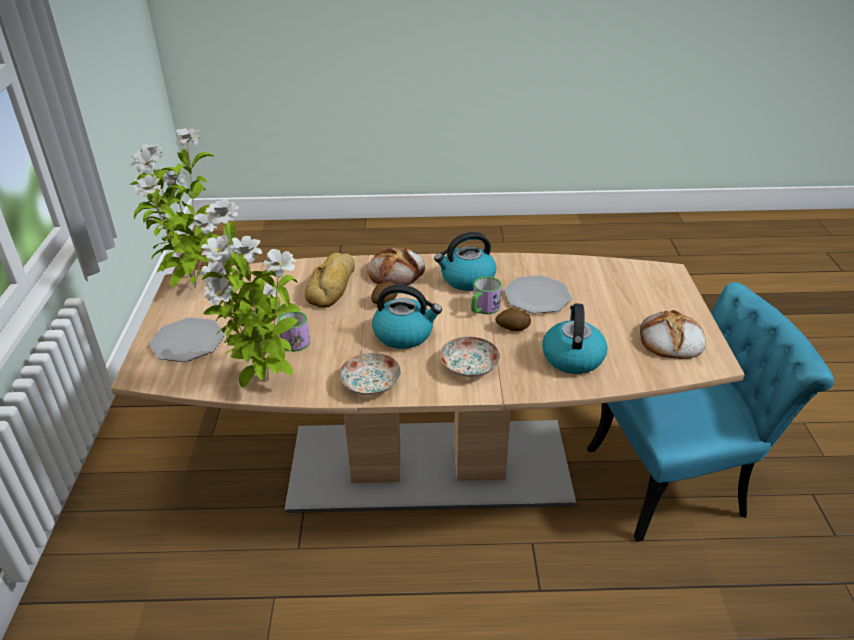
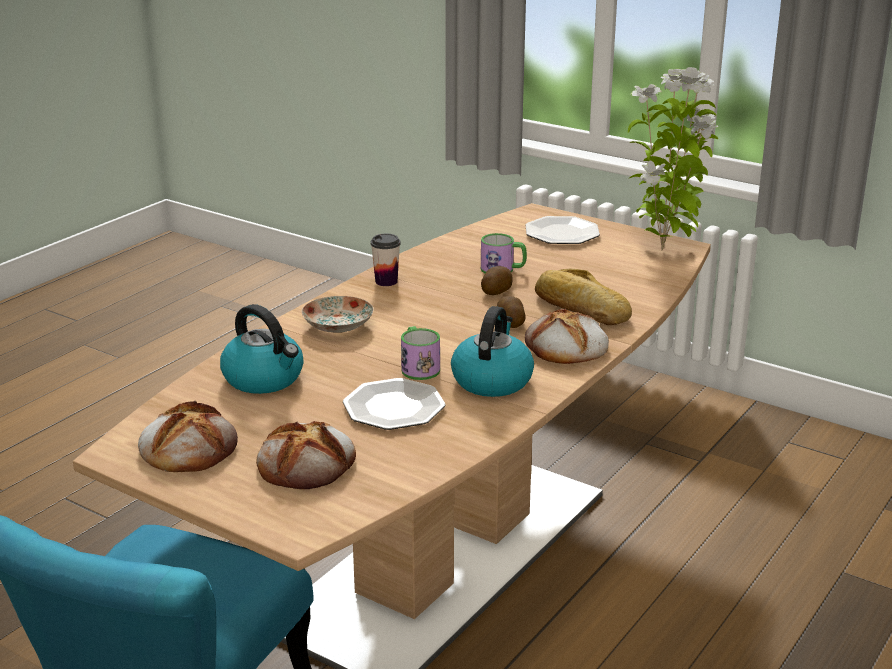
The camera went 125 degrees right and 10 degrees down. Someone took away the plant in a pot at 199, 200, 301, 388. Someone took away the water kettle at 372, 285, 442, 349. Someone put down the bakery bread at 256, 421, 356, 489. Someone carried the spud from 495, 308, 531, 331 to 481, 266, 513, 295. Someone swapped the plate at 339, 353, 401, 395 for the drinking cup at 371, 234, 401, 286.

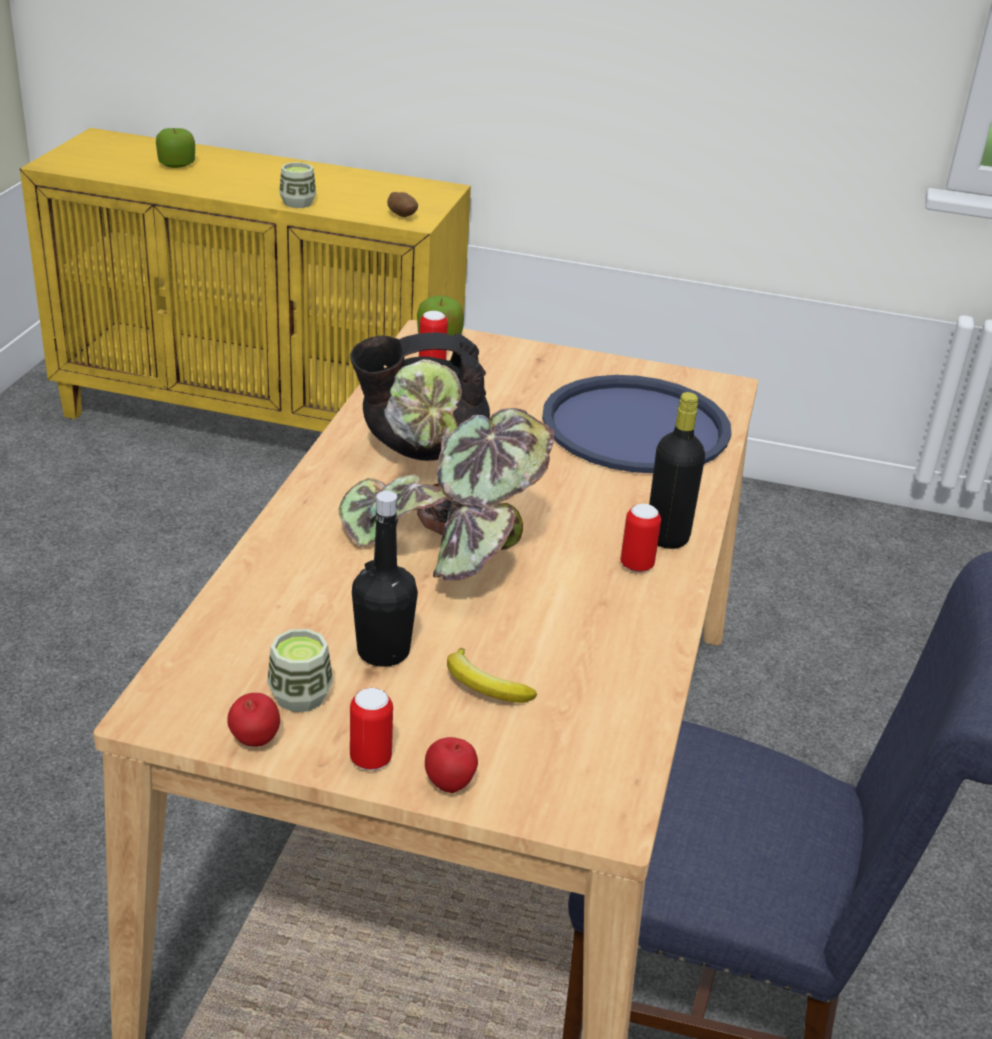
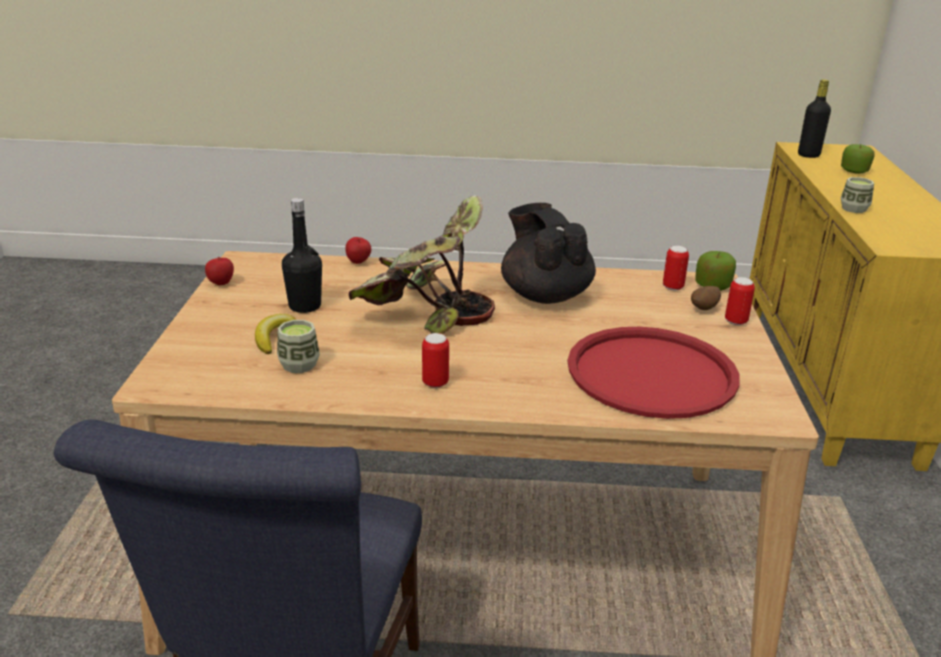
The camera went 80 degrees right and 5 degrees down. Someone carried the drinking cup from 267, 629, 333, 712 to 277, 320, 320, 373. Someone carried the metal can from 350, 688, 393, 771 to 725, 277, 755, 325. Someone carried the spud from 387, 192, 418, 217 to 691, 286, 721, 310. Someone carried the whole apple from 425, 737, 478, 793 to 345, 237, 371, 264. Someone carried the black drink bottle from 649, 392, 705, 549 to 798, 79, 831, 158. Someone repainted the blue-coloured serving tray at 542, 375, 732, 473, which became the red-coloured serving tray at 567, 327, 740, 419.

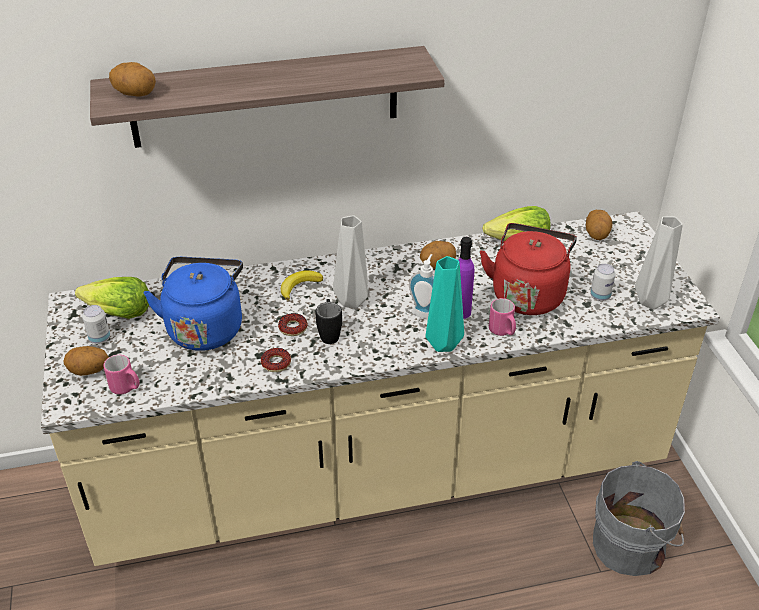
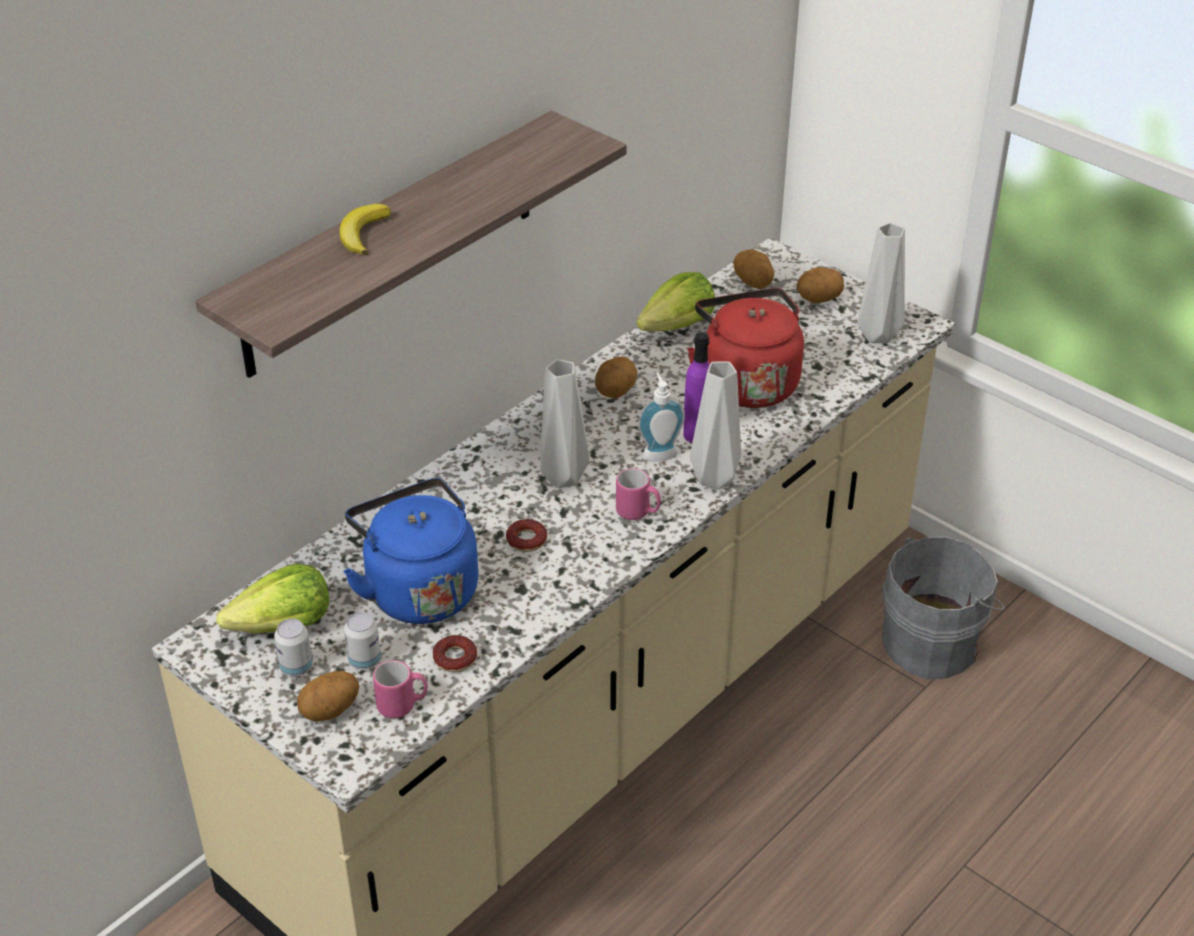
The camera went 35 degrees left and 0 degrees up. Someone took away the black mug at 315, 299, 342, 344. Someone carried the spud from 109, 62, 156, 97 to 796, 267, 844, 303. Someone carried the donut from 261, 348, 291, 372 to 433, 635, 477, 672. Someone carried the banana from 281, 270, 323, 300 to 339, 204, 391, 255. Someone carried the pinkish mug from 489, 298, 516, 336 to 616, 468, 661, 520. Someone carried the metal can from 590, 264, 616, 301 to 344, 612, 381, 670. Someone repainted the turquoise-coloured flower vase at 426, 256, 464, 352, which became the gray flower vase at 690, 361, 741, 490.

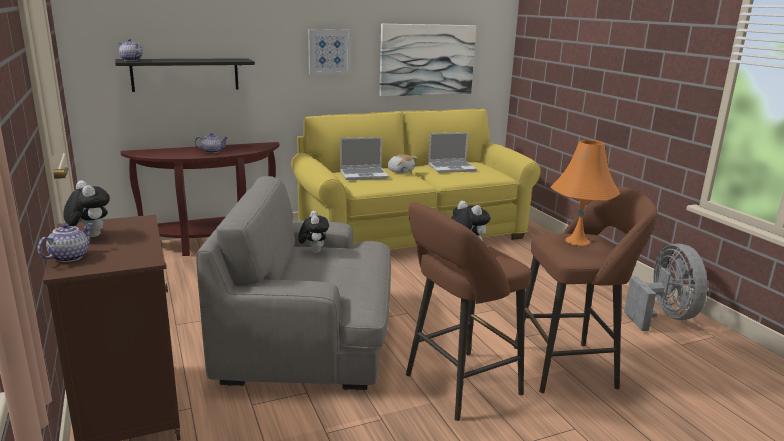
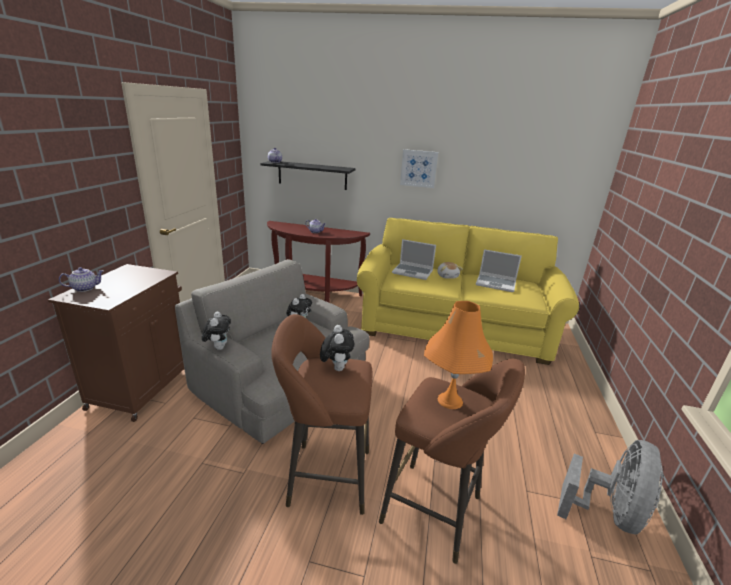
The camera went 35 degrees right and 5 degrees up. Someone took away the picture at 379, 24, 476, 96. Someone carried the soft toy from 63, 180, 110, 237 to 202, 311, 231, 350.

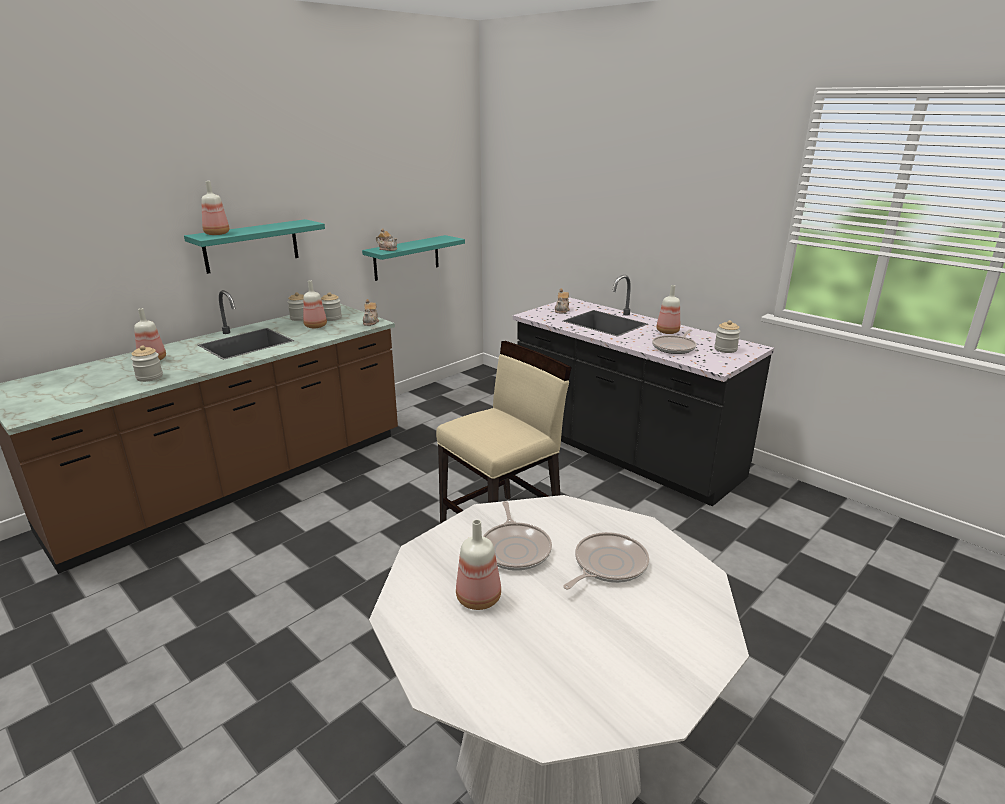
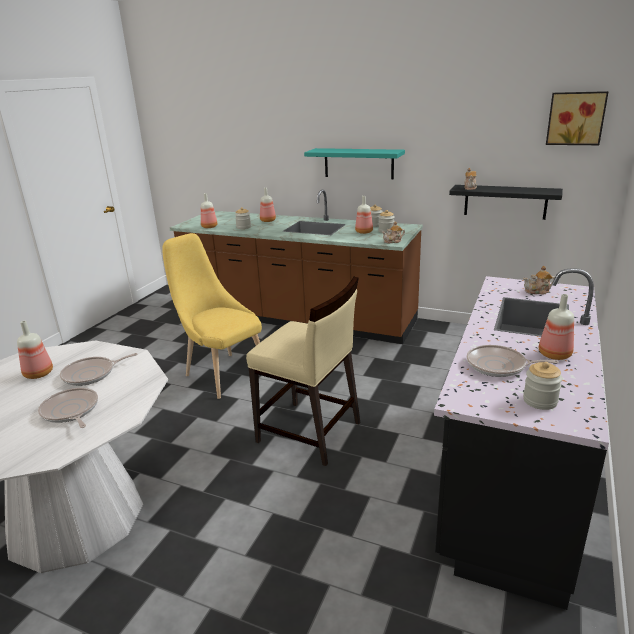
The camera went 70 degrees right and 0 degrees up. Someone put down the yellow-coloured plain chair at 162, 233, 262, 399. Someone put up the picture at 546, 91, 609, 145. Someone carried the drink bottle from 201, 181, 229, 235 to 201, 193, 217, 228. Someone repainted the turquoise-coloured wall shelf at 362, 235, 465, 281, which became the black wall shelf at 449, 185, 563, 220. Someone rotated the pan at 563, 532, 649, 590 by 150 degrees counterclockwise.

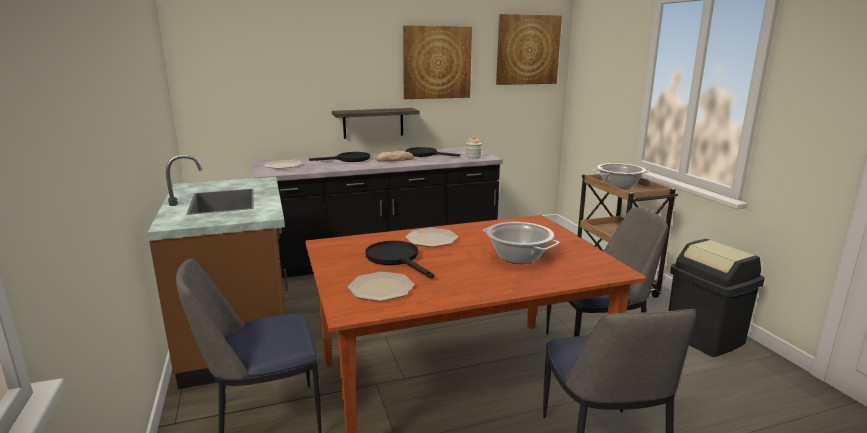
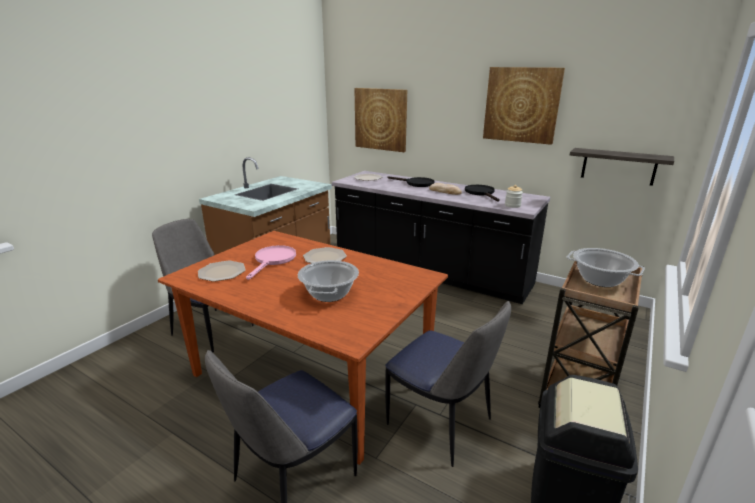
The camera went 50 degrees right and 5 degrees up. Someone carried the wall shelf from 332, 108, 419, 139 to 570, 148, 674, 186. Someone carried the picture from 496, 14, 562, 85 to 354, 88, 407, 152. Someone repainted the black pan at 365, 241, 435, 278, which became the pinkish pan at 246, 245, 296, 280.

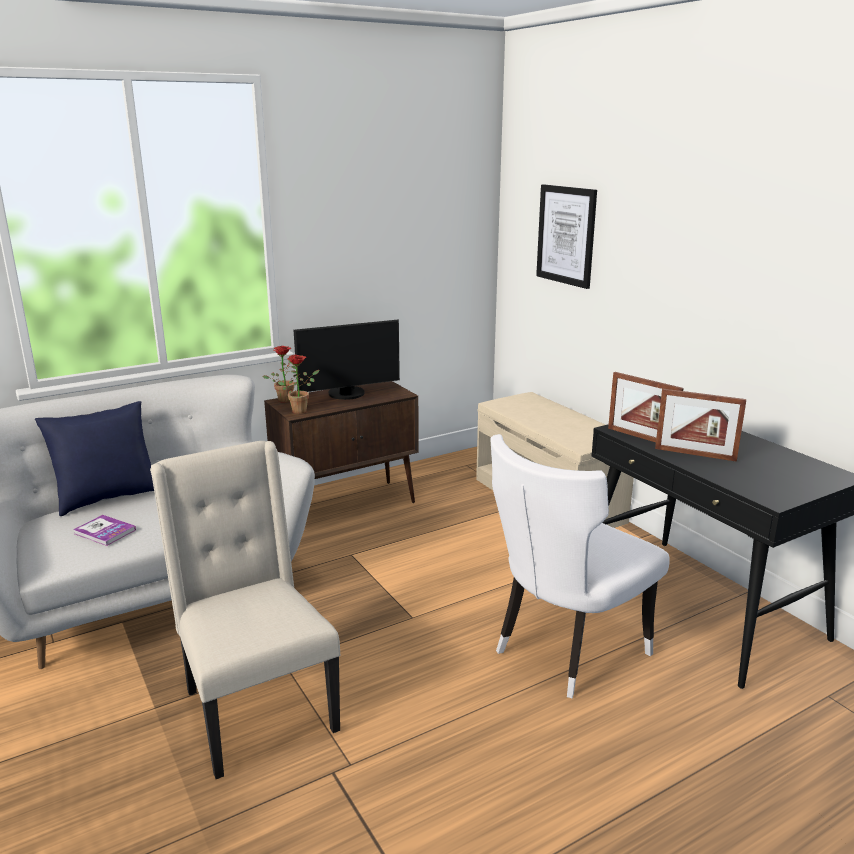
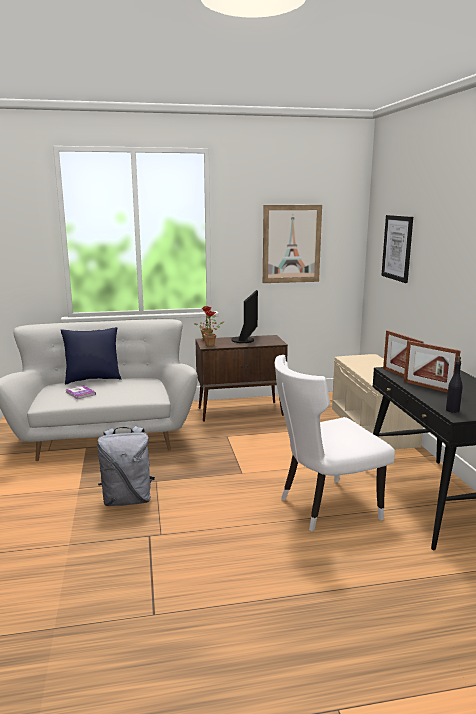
The camera went 20 degrees right and 5 degrees down. Someone put up the picture at 263, 205, 322, 283. Someone put down the black drink bottle at 446, 356, 463, 413. Someone swapped the sand-coloured plain chair at 150, 441, 340, 779 for the gray rucksack at 97, 426, 155, 506. Someone rotated the computer display at 294, 319, 400, 400 by 75 degrees counterclockwise.

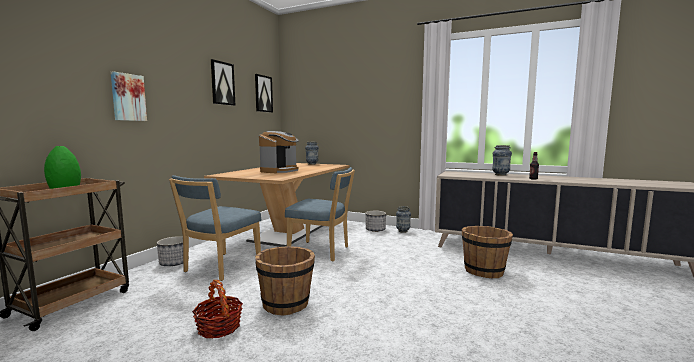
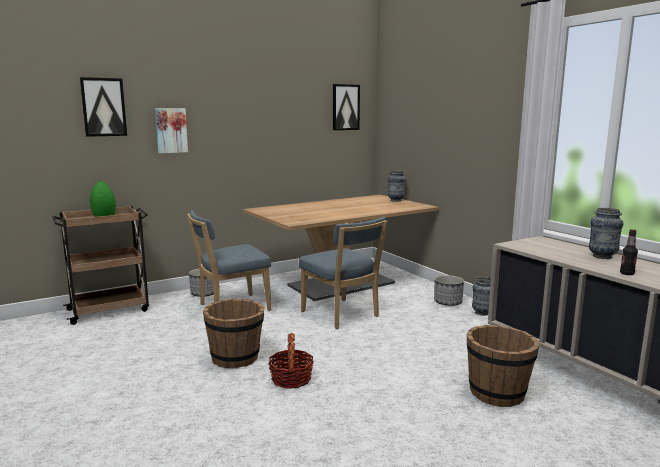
The camera went 35 degrees right and 5 degrees up. Someone took away the coffee brewer at 259, 131, 299, 173. Someone carried the household basket from 192, 280, 243, 338 to 269, 333, 314, 389. Someone carried the picture from 211, 59, 235, 106 to 80, 77, 127, 137.

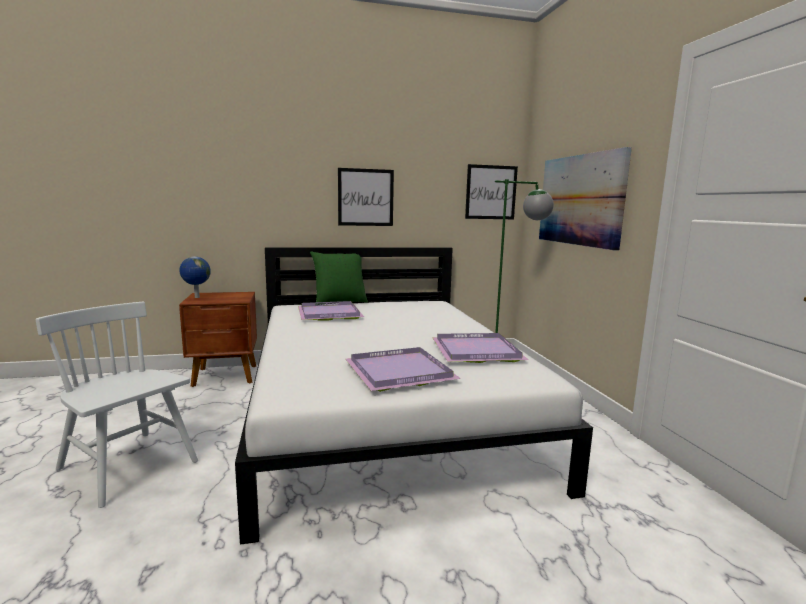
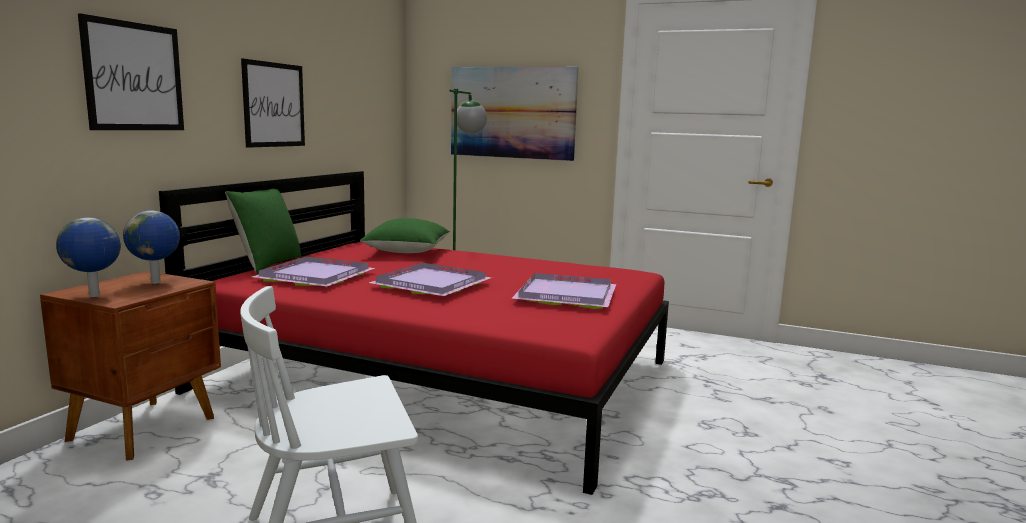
The camera went 55 degrees left and 0 degrees up. Someone put down the desk globe at 123, 210, 180, 284. Someone put down the greenish cushion at 360, 218, 450, 253. Someone carried the purple serving tray from 432, 333, 528, 363 to 369, 263, 492, 296. Someone carried the picture from 465, 164, 518, 219 to 78, 13, 184, 130. Someone repainted the white-coloured sleeping bed at 235, 248, 593, 545, which became the red-coloured sleeping bed at 159, 171, 669, 495.

